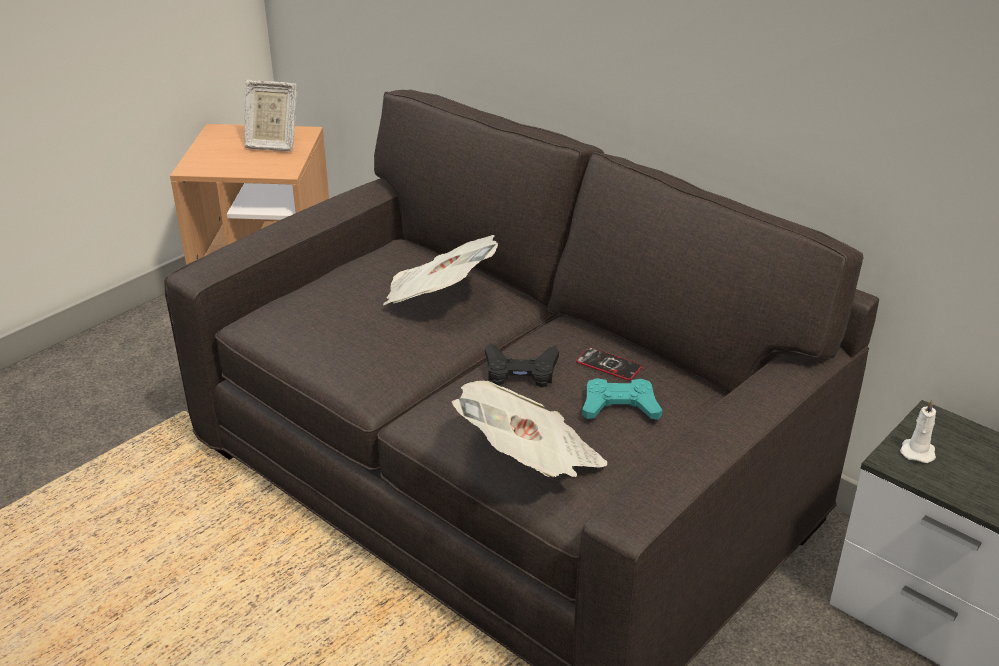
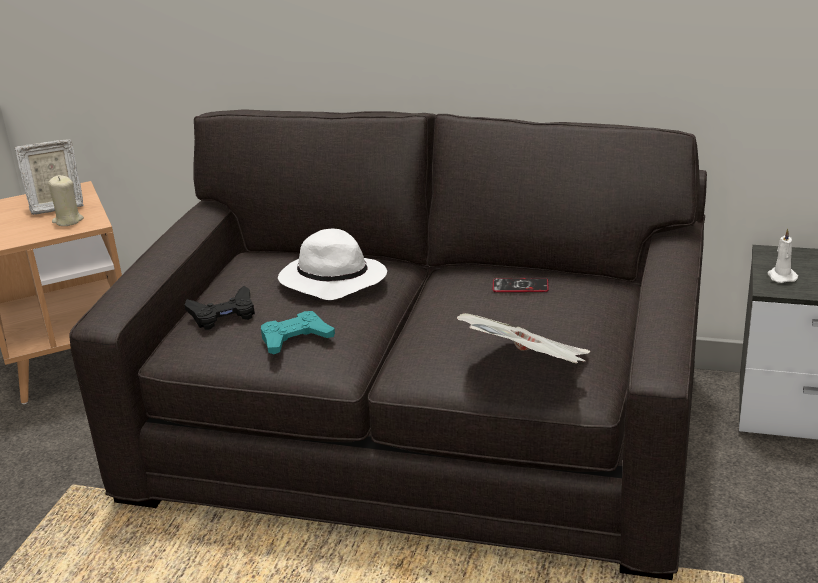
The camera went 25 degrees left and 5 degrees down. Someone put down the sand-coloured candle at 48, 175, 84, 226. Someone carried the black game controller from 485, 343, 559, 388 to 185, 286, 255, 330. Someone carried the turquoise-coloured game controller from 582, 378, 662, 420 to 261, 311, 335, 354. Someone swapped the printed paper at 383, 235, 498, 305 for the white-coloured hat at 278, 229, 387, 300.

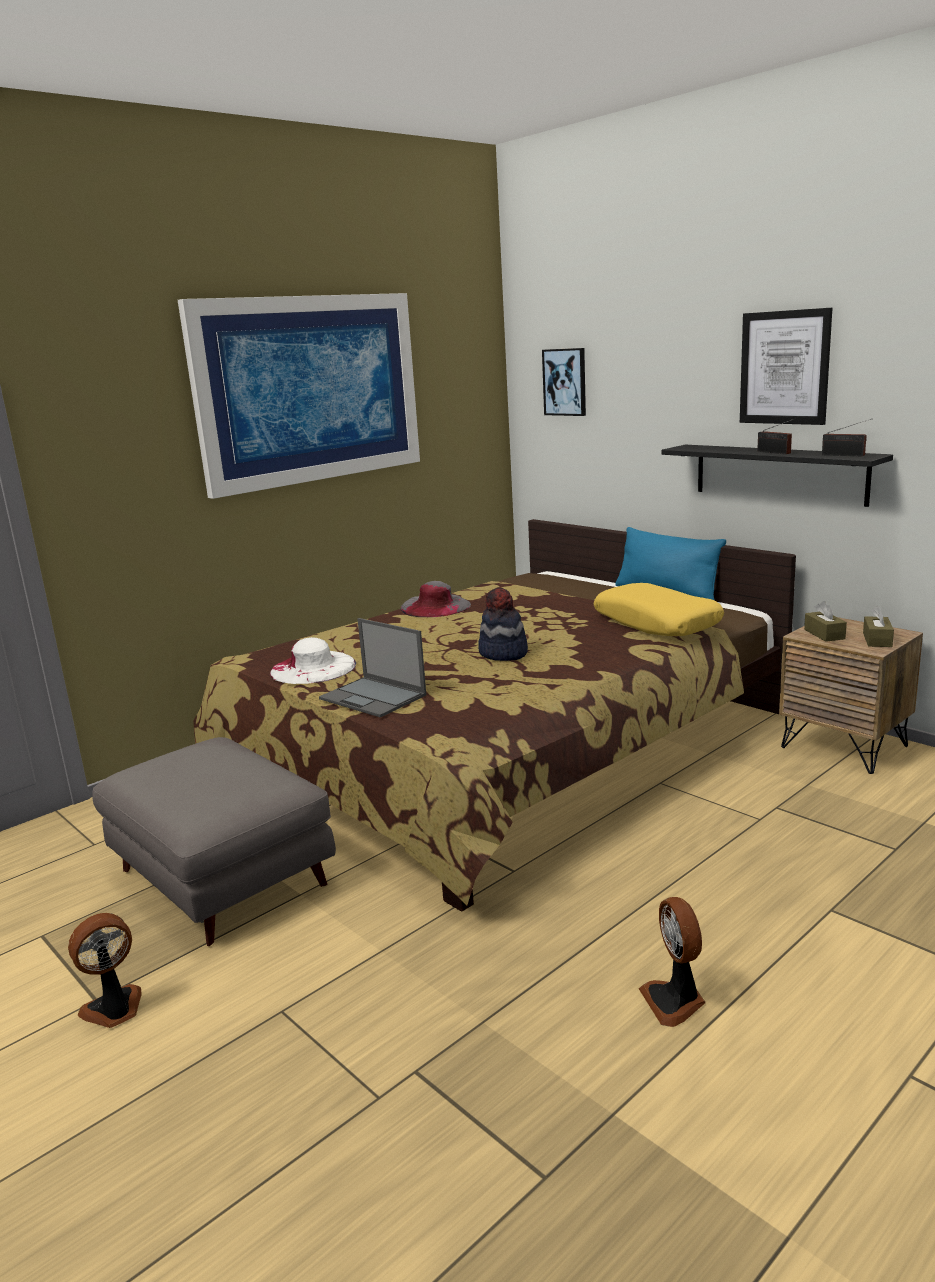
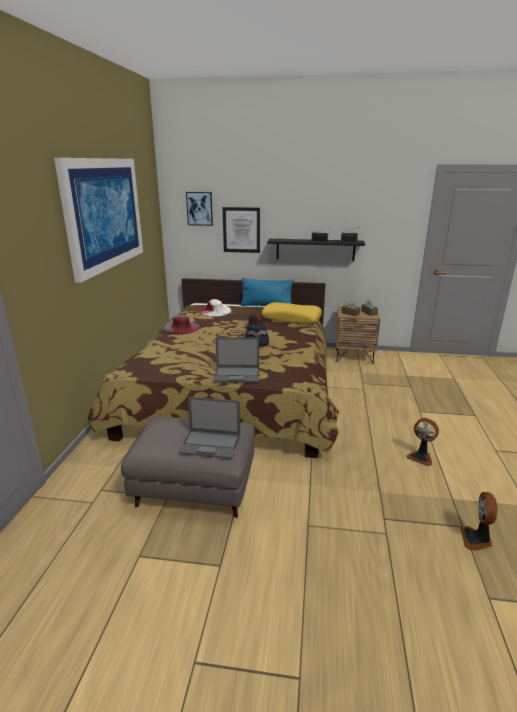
The camera went 40 degrees left and 5 degrees up. Someone put down the portable computer at 178, 397, 240, 459. Someone carried the fan from 68, 913, 142, 1028 to 460, 492, 497, 551. Someone carried the white-coloured hat from 270, 637, 356, 684 to 198, 299, 231, 316. Someone carried the picture from 740, 308, 832, 425 to 223, 207, 260, 253.

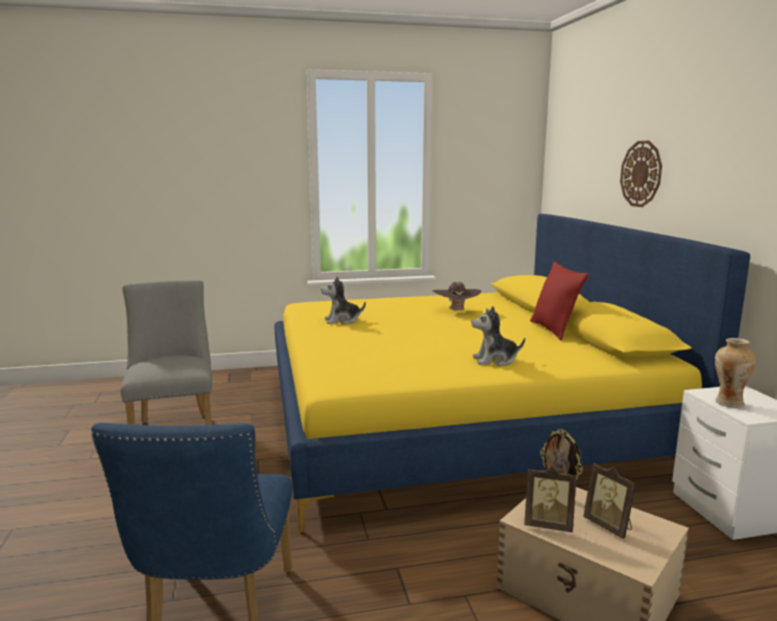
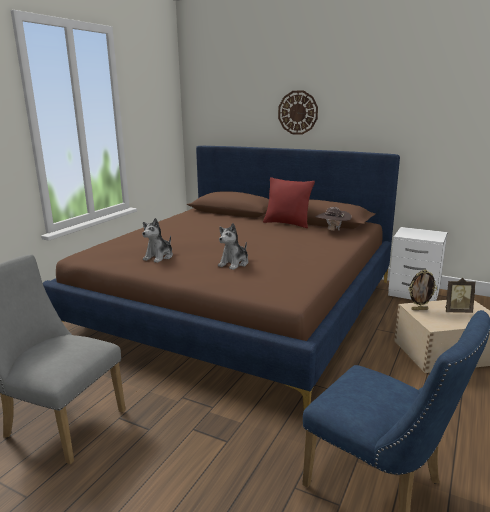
The camera went 50 degrees left and 5 degrees up. Someone took away the standing frame at 524, 466, 577, 532. Someone took away the flower vase at 715, 338, 756, 408. Someone carried the brown hat from 433, 282, 481, 312 to 316, 207, 352, 231. Someone carried the soft toy from 471, 306, 525, 366 to 218, 223, 248, 270. Someone repainted the yellow-coloured sleeping bed at 275, 214, 750, 532, which became the brown sleeping bed at 43, 146, 400, 410.

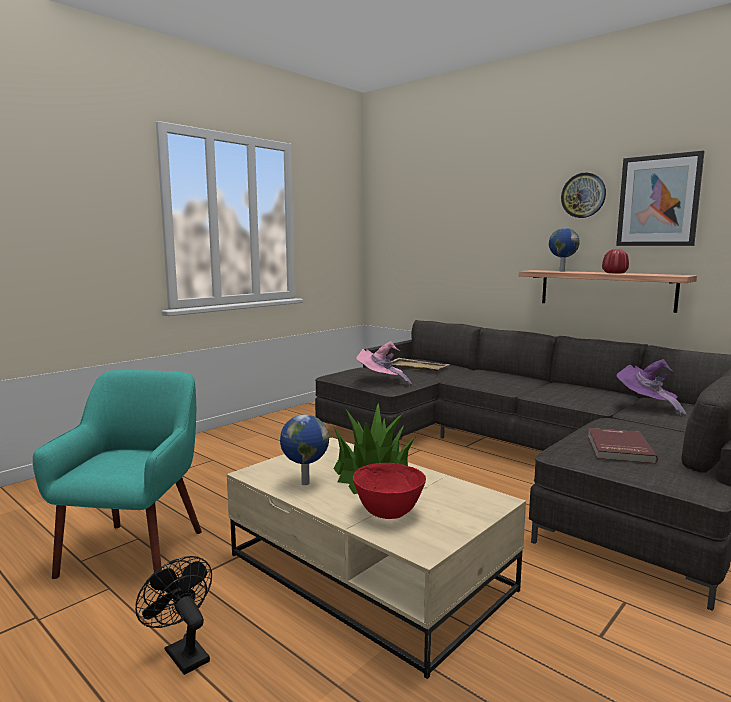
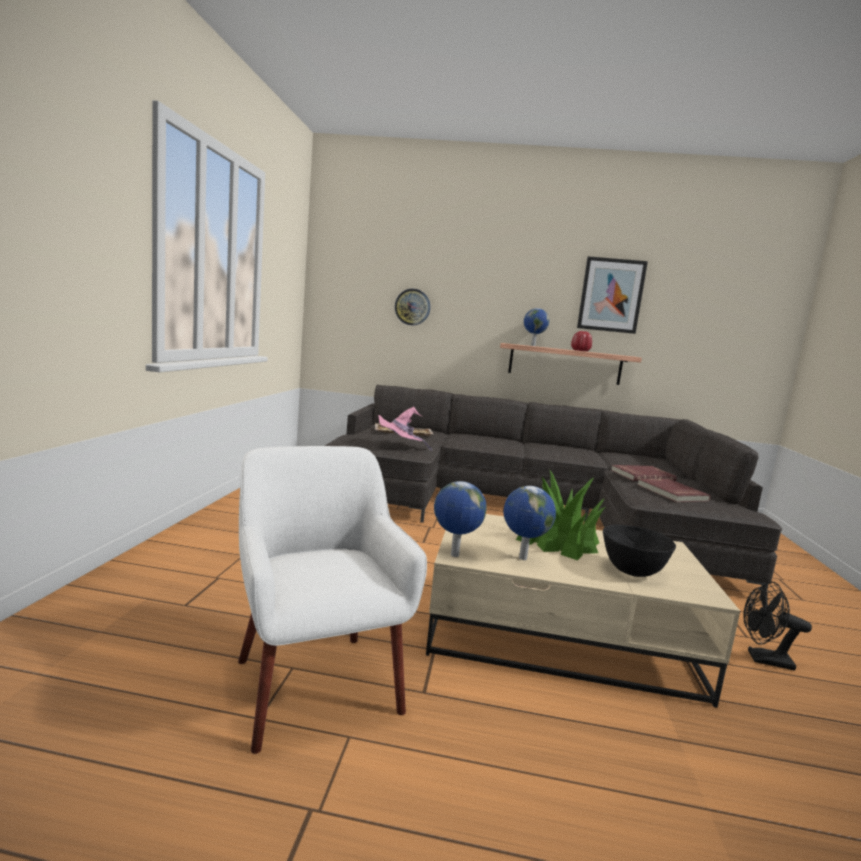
The camera went 35 degrees left and 0 degrees up. Someone took away the purple hat at 616, 359, 686, 416. Someone put down the desk globe at 434, 481, 487, 557. Someone put down the red-coloured volume at 611, 465, 677, 481. Someone carried the black fan from 135, 556, 212, 675 to 743, 582, 812, 670. Someone carried the hanging clock from 561, 172, 606, 218 to 395, 289, 430, 325. Someone repainted the turquoise-coloured armchair at 33, 370, 202, 579, which became the white-coloured armchair at 238, 446, 427, 754. Someone repainted the red-coloured bowl at 353, 463, 426, 519, which became the black bowl at 603, 524, 676, 577.

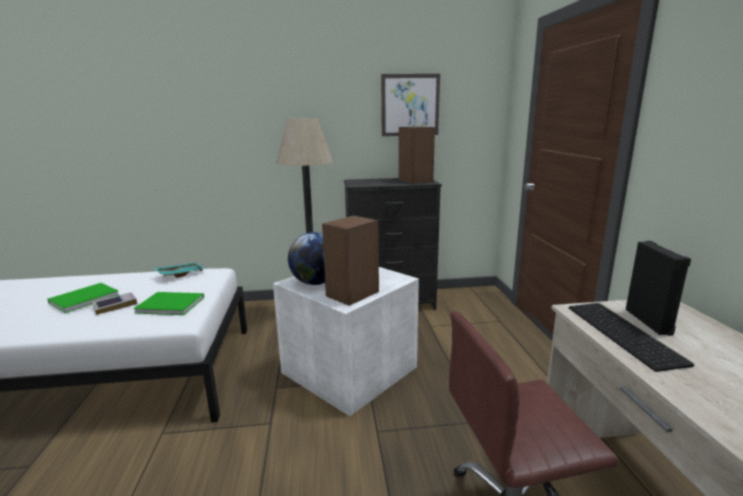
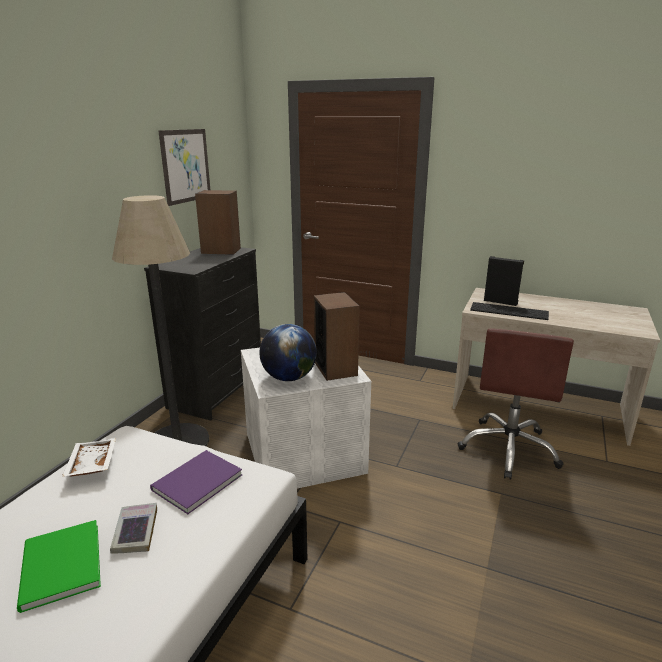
The camera went 60 degrees left and 5 degrees up. Someone repainted the greenish volume at 133, 292, 204, 315, which became the purple volume at 150, 450, 242, 514. Someone repainted the turquoise-coloured serving tray at 153, 262, 206, 277, which became the white-coloured serving tray at 62, 438, 116, 477.

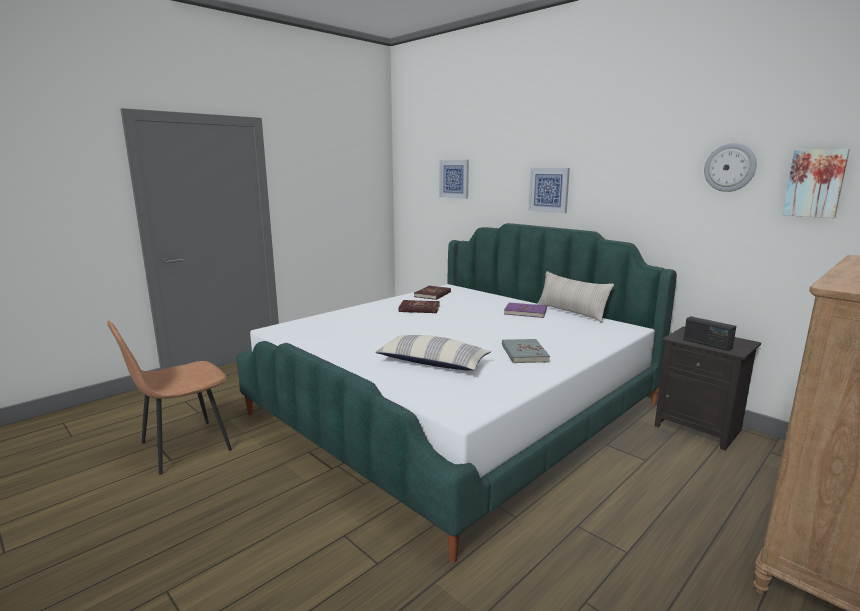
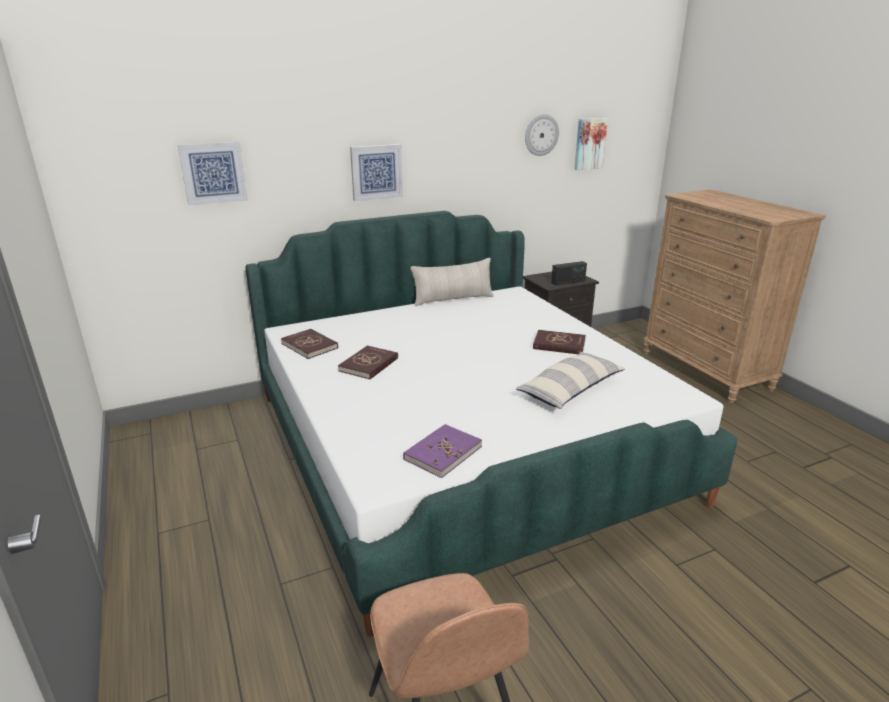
The camera went 70 degrees left and 10 degrees up. Someone carried the purple volume from 504, 303, 547, 318 to 403, 424, 482, 478. Someone repainted the gray volume at 502, 339, 550, 363, which became the red-coloured volume at 533, 330, 586, 354.

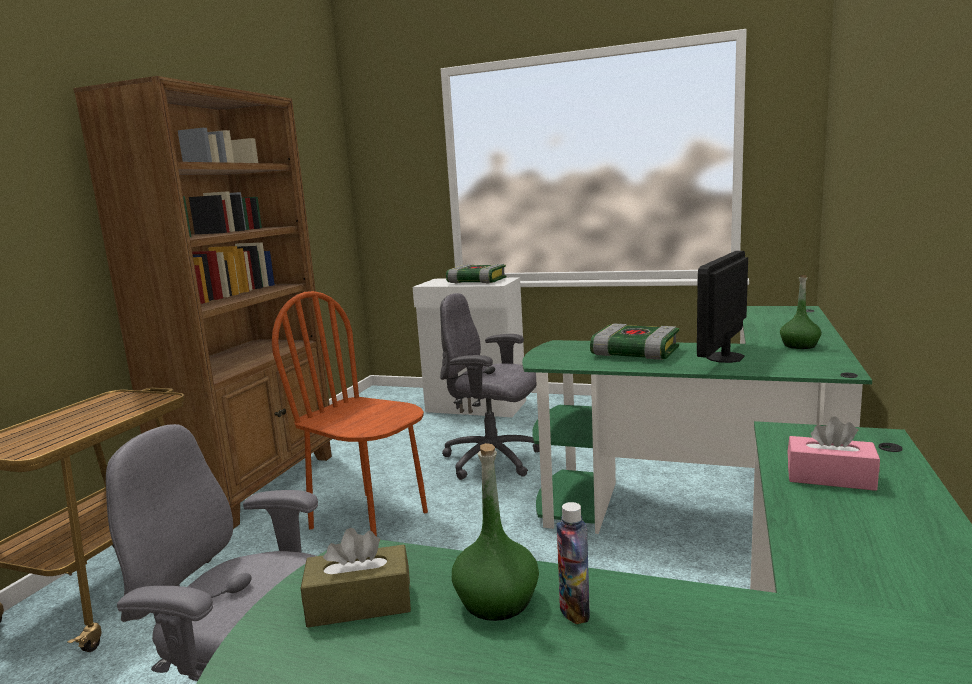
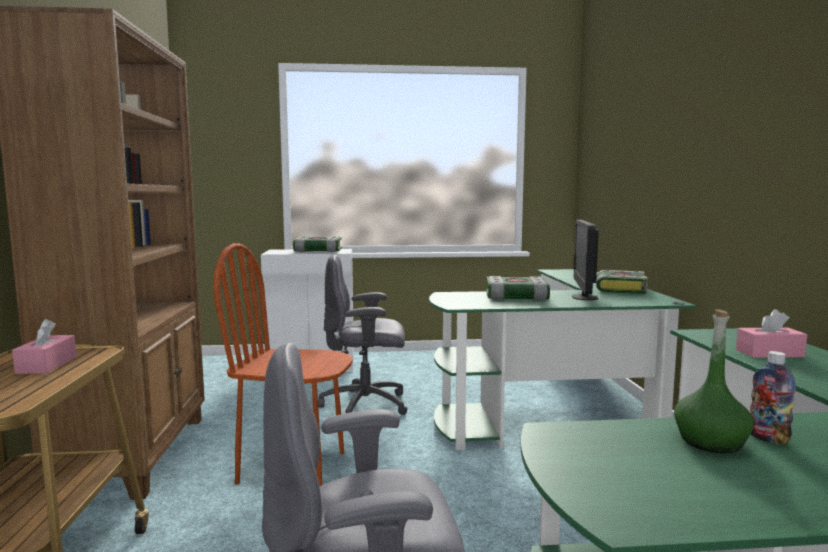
The camera went 25 degrees left and 5 degrees down. Someone took away the brown box of tissues at 301, 528, 411, 628. Someone put down the pinkish box of tissues at 12, 319, 77, 374. Someone swapped the greenish drink bottle at 780, 275, 821, 349 for the volume at 596, 270, 648, 294.

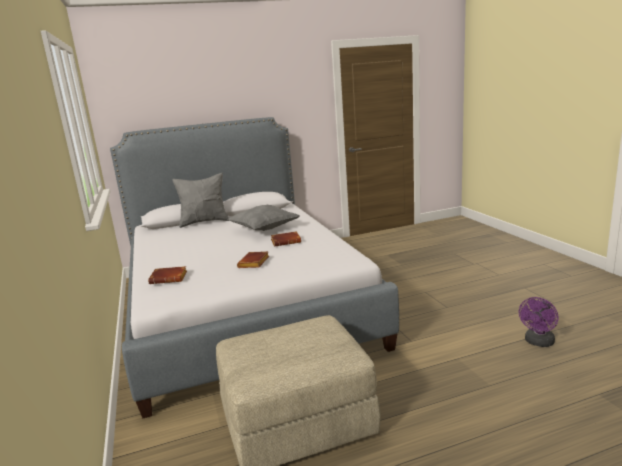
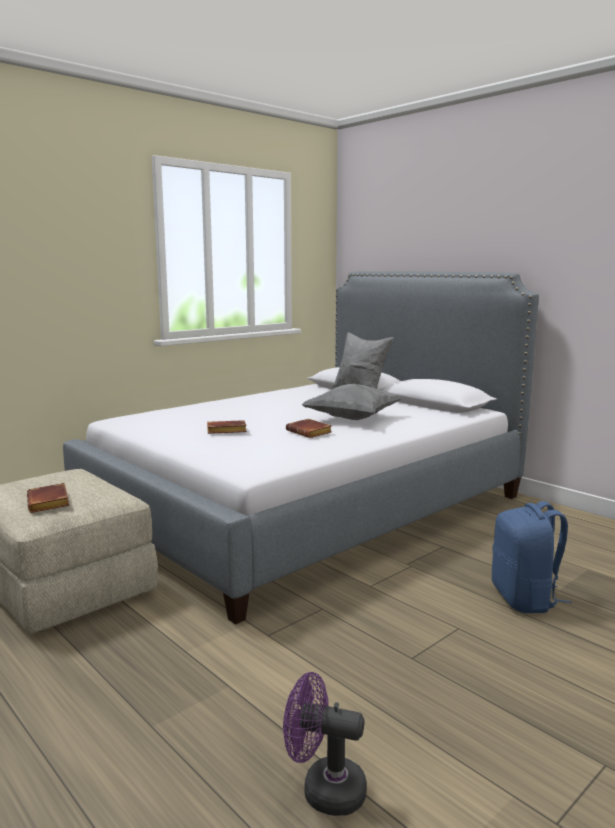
The camera went 65 degrees right and 5 degrees down. Someone put down the blue-coloured rucksack at 492, 501, 571, 613. Someone carried the brown volume from 148, 266, 187, 284 to 27, 483, 69, 513.

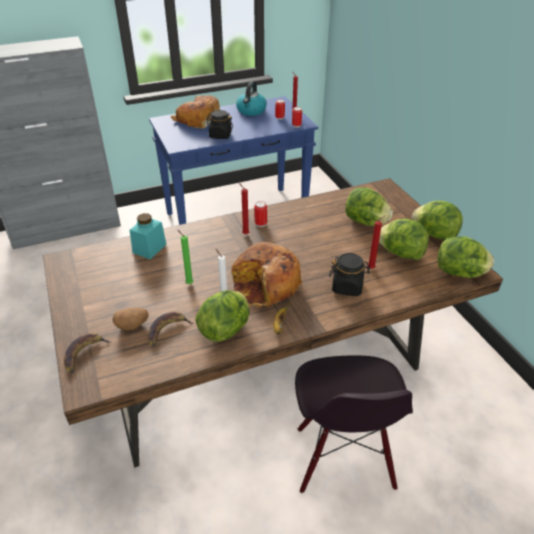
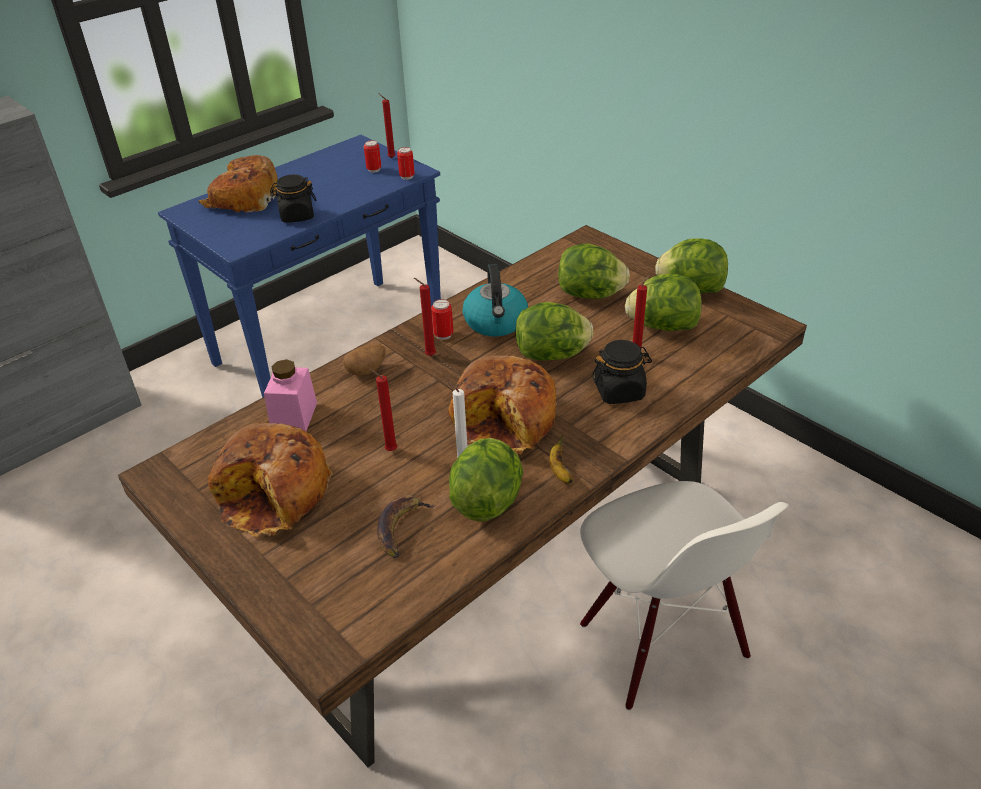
The camera went 20 degrees left and 0 degrees up. Someone took away the banana at 64, 333, 111, 373. Someone put down the bakery bread at 208, 422, 333, 537. Someone carried the spud from 112, 308, 149, 330 to 343, 344, 386, 375. Someone carried the water kettle from 236, 81, 267, 116 to 463, 264, 528, 336. Someone carried the lettuce head from 437, 236, 494, 278 to 516, 302, 593, 361. Someone repainted the turquoise-coloured storage jar at 129, 213, 167, 259, which became the pinkish storage jar at 264, 359, 317, 431. Someone repainted the greenish candle at 178, 230, 193, 284, which became the red-coloured candle at 369, 369, 397, 451. Someone repainted the black plain chair at 295, 356, 413, 493, which became the white-coloured plain chair at 580, 481, 789, 710.

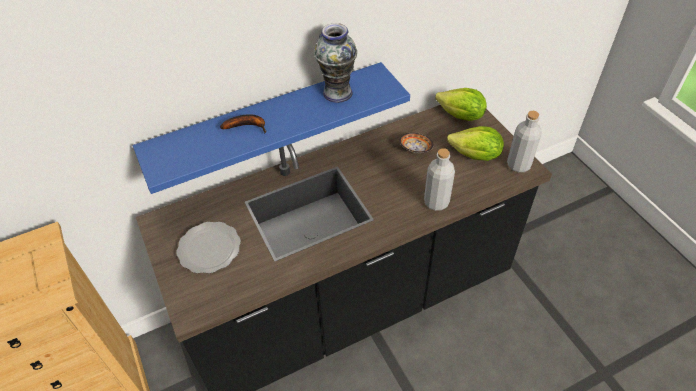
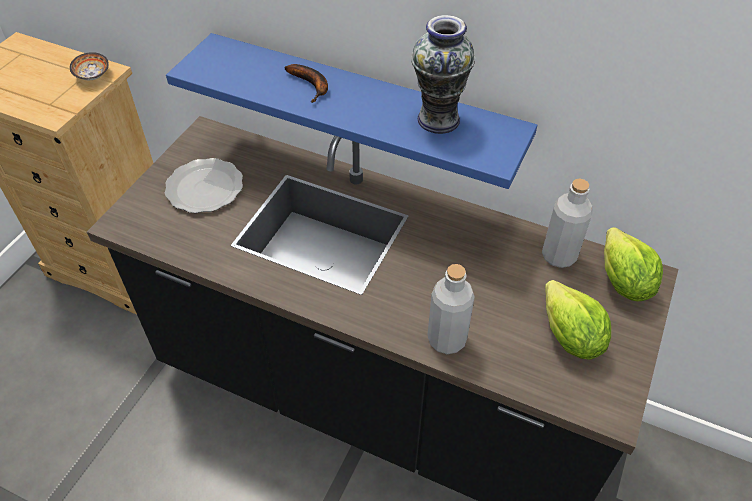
The camera went 50 degrees right and 0 degrees up. Someone carried the bowl from 399, 133, 434, 153 to 70, 52, 109, 80. Someone carried the gray drink bottle from 507, 111, 542, 172 to 542, 179, 593, 268.

